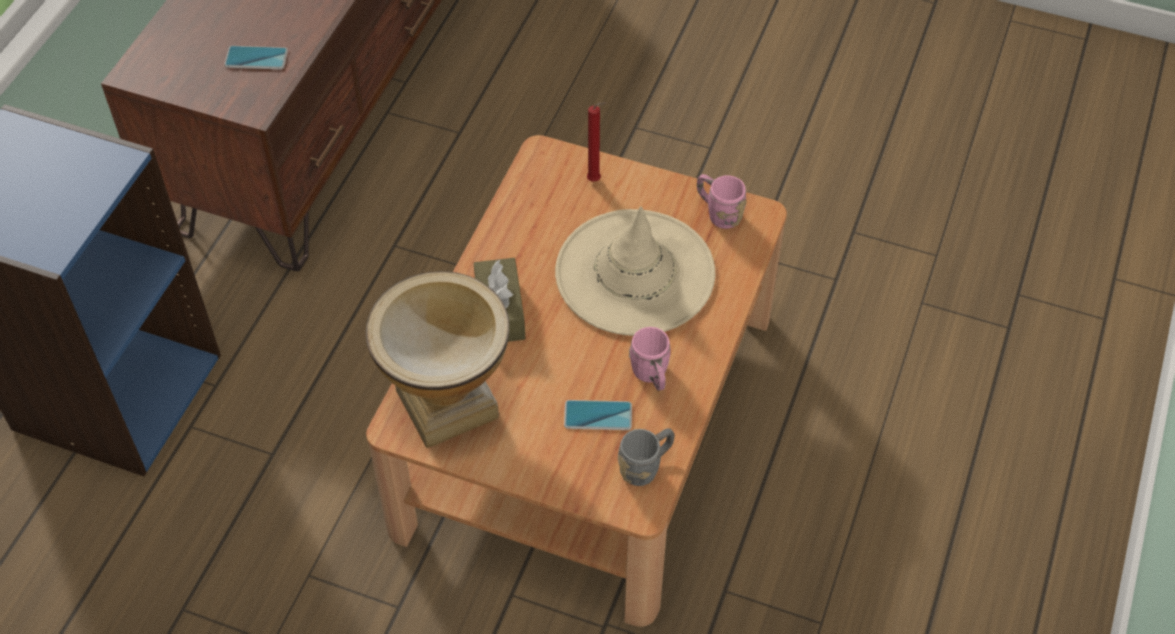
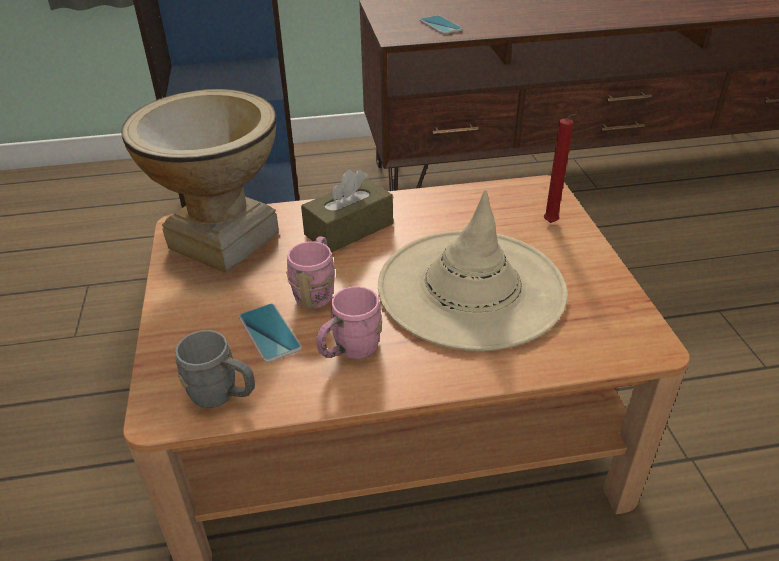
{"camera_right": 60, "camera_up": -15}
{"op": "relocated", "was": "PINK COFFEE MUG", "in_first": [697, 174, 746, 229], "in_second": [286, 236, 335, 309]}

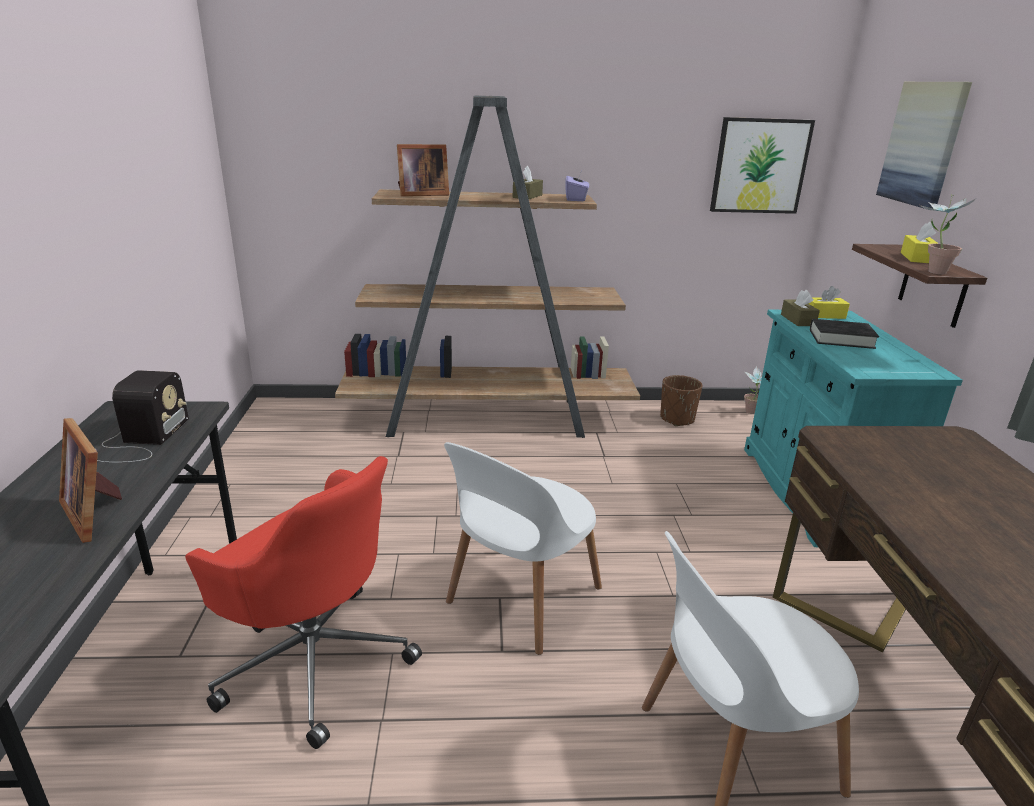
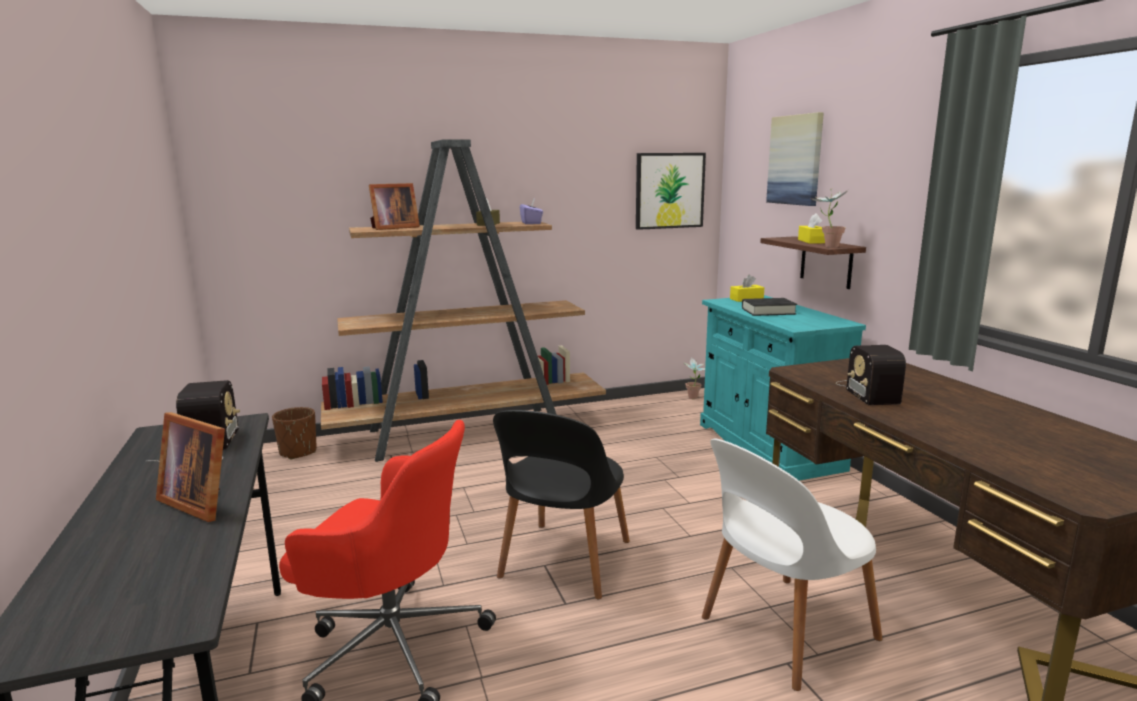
{"camera_right": -15, "camera_up": -10}
{"op": "missing", "was": "BROWN-COLOURED TISSUE HOLDER", "in_first": [781, 290, 820, 326]}
{"op": "relocated", "was": "BROWN-COLOURED PLANT POT", "in_first": [660, 375, 703, 426], "in_second": [272, 407, 317, 459]}
{"op": "colour", "was": "WHITISH CHAIR", "now": "BLACK CHAIR", "in_first": [444, 442, 602, 655], "in_second": [493, 410, 630, 599]}
{"op": "appeared", "now": "RADIO SET", "in_second": [836, 345, 906, 405]}

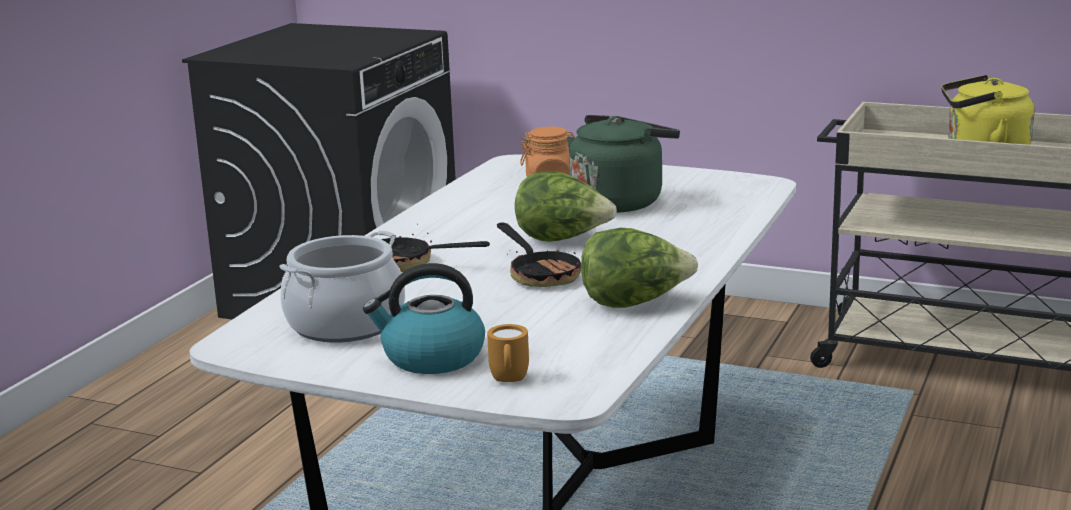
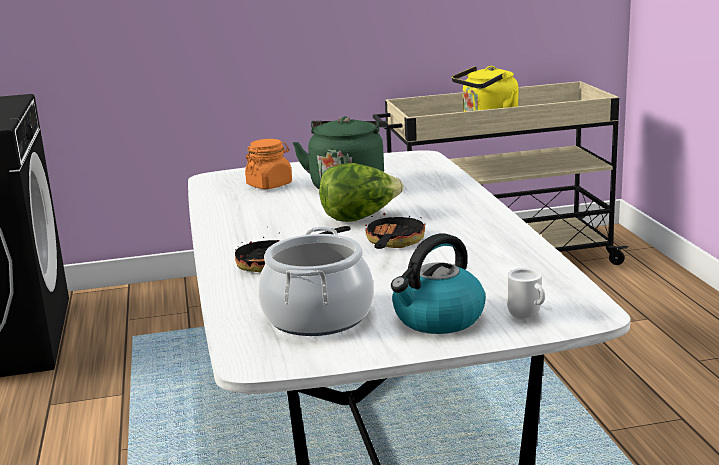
{"camera_right": -35, "camera_up": 0}
{"op": "spun", "was": "PAN", "in_first": [497, 223, 581, 287], "in_second": [365, 213, 425, 249], "clockwise": -105}
{"op": "missing", "was": "HEAD OF LETTUCE", "in_first": [581, 228, 698, 308]}
{"op": "colour", "was": "ORANGE COFFEE MUG", "now": "WHITISH COFFEE MUG", "in_first": [487, 324, 529, 382], "in_second": [506, 268, 545, 319]}

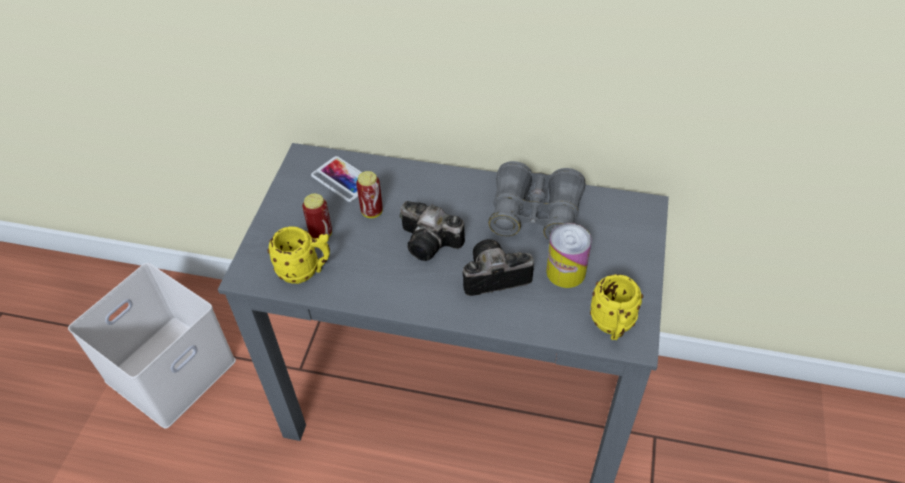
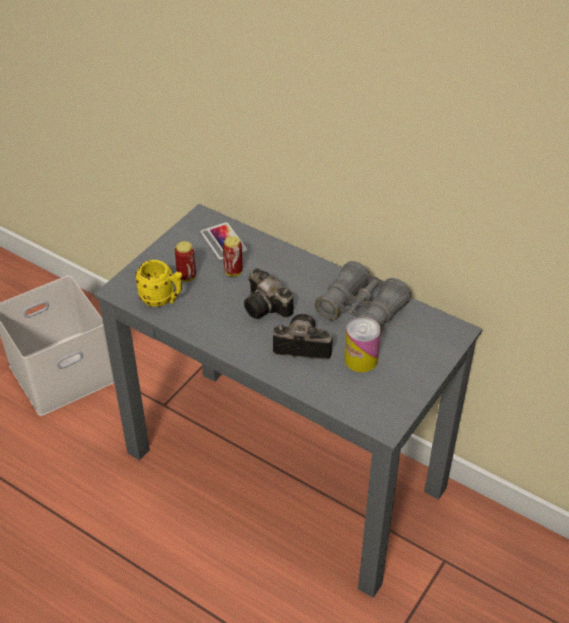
{"camera_right": 20, "camera_up": -5}
{"op": "missing", "was": "YELLOWISH COFFEE MUG", "in_first": [590, 274, 643, 340]}

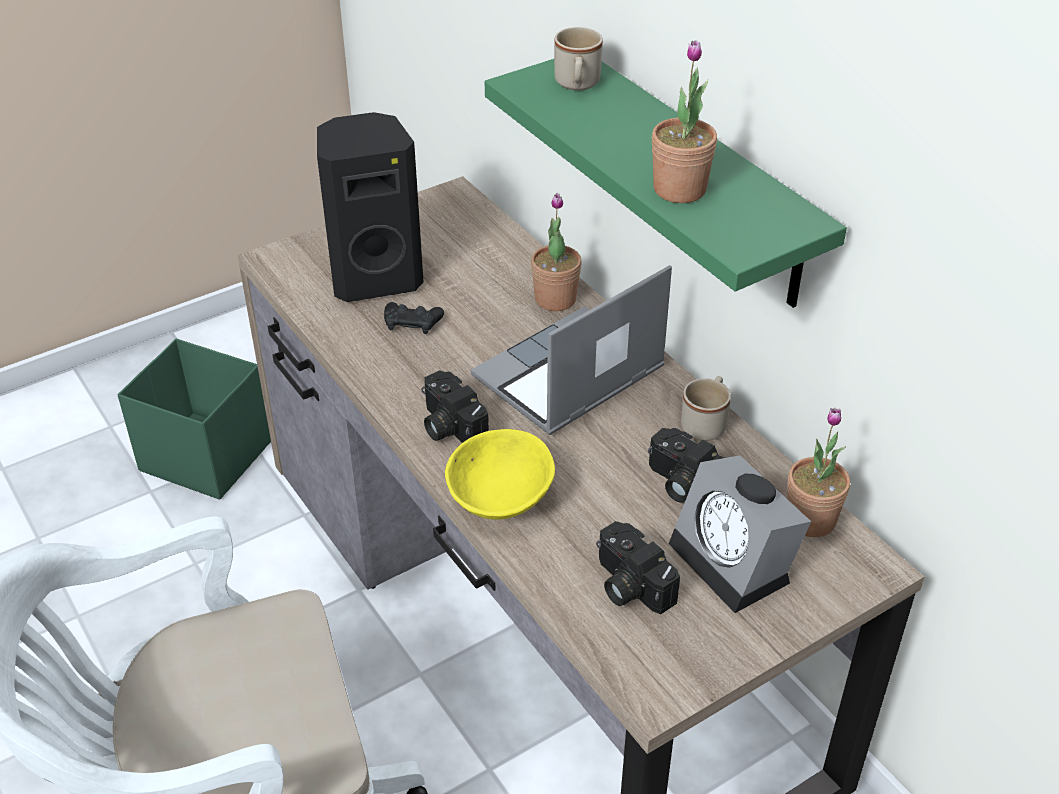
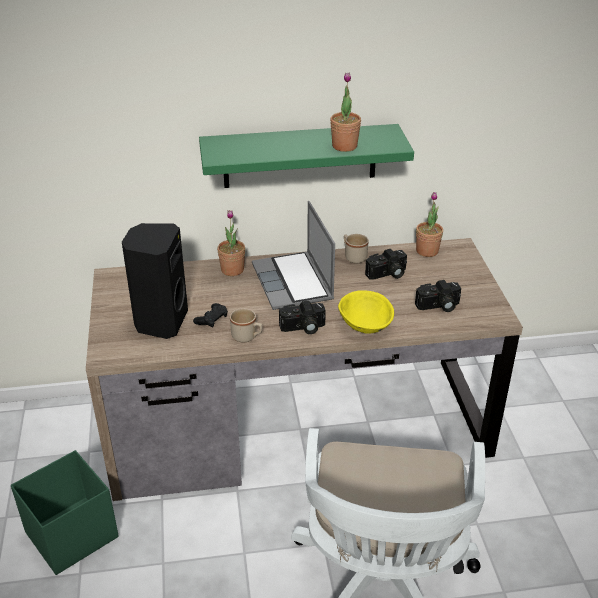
{"camera_right": -65, "camera_up": -5}
{"op": "relocated", "was": "BEIGE COFFEE MUG", "in_first": [554, 27, 603, 91], "in_second": [230, 308, 262, 342]}
{"op": "missing", "was": "ALARM CLOCK", "in_first": [669, 455, 811, 613]}

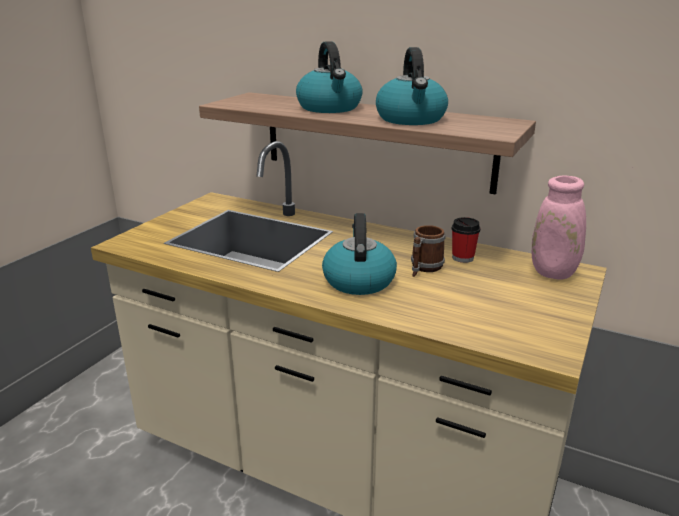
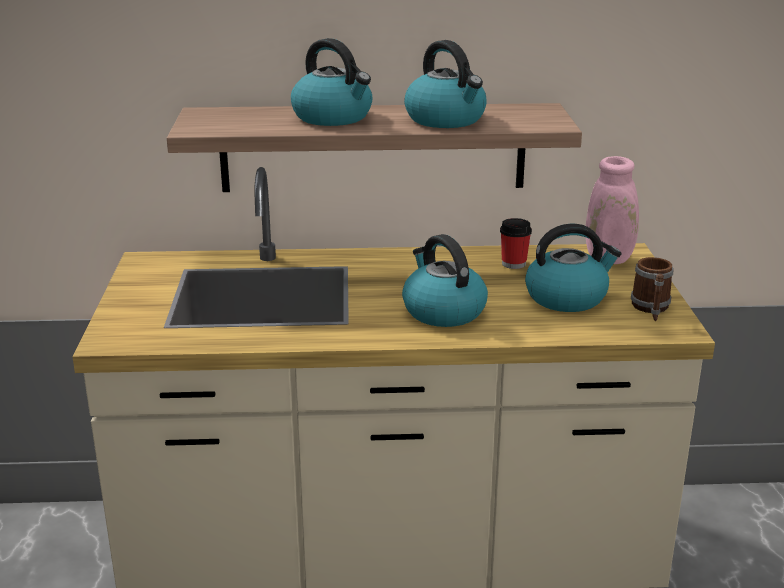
{"camera_right": -30, "camera_up": 0}
{"op": "relocated", "was": "COFFEE MUG", "in_first": [411, 225, 445, 277], "in_second": [631, 257, 673, 321]}
{"op": "appeared", "now": "WATER KETTLE", "in_second": [525, 224, 622, 312]}

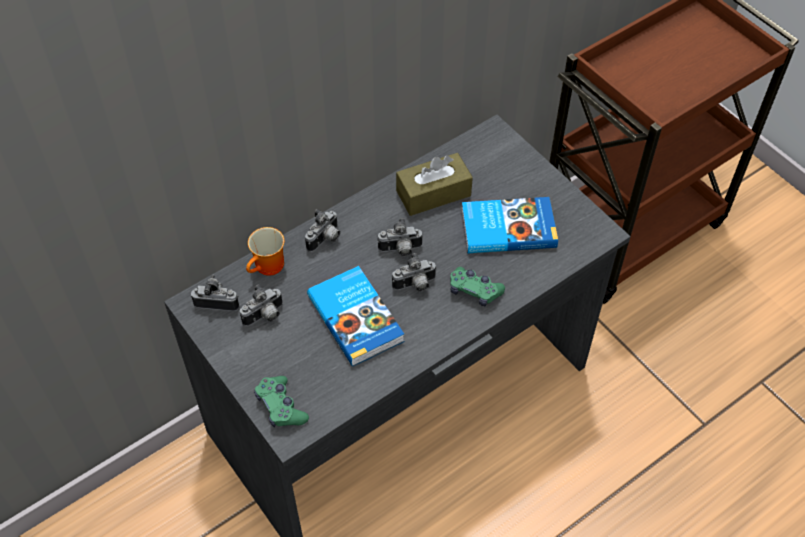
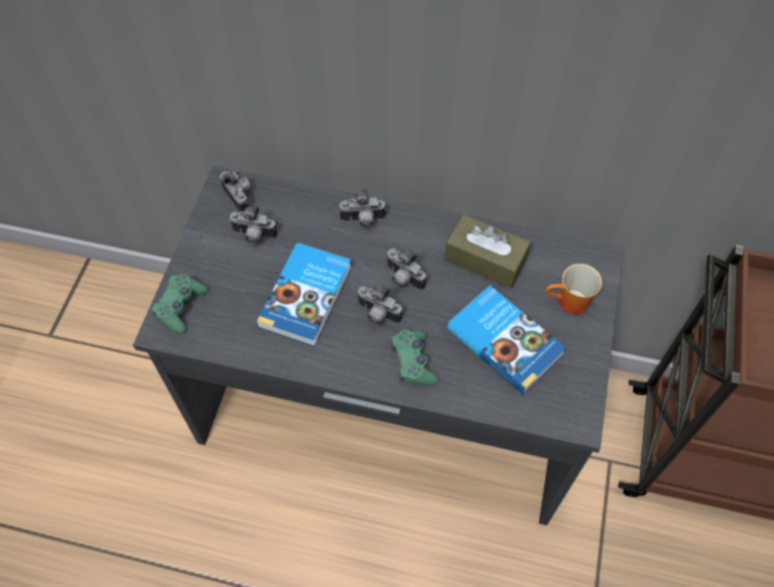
{"camera_right": 50, "camera_up": 5}
{"op": "relocated", "was": "COFFEE MUG", "in_first": [246, 227, 284, 276], "in_second": [546, 263, 602, 314]}

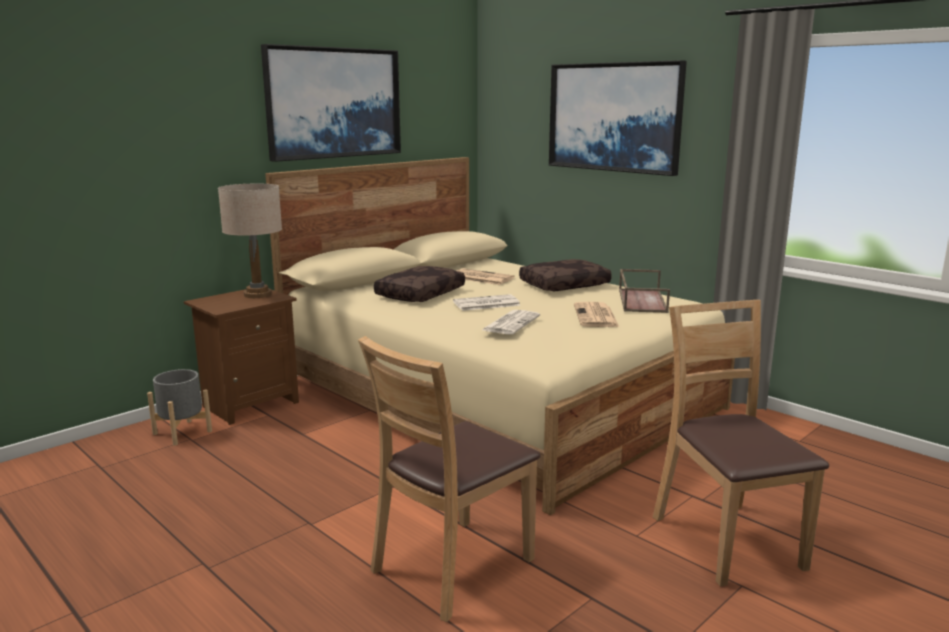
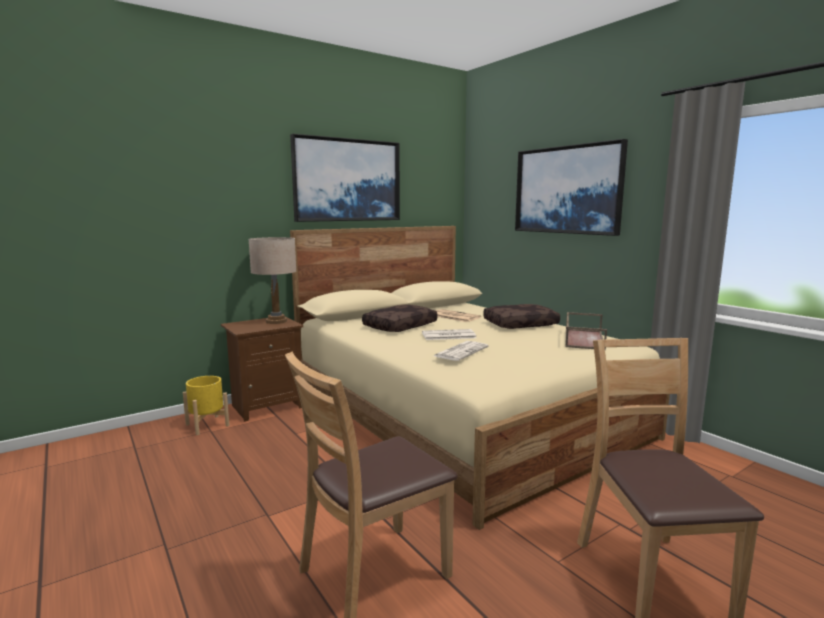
{"camera_right": 10, "camera_up": -5}
{"op": "missing", "was": "PRINTED PAPER", "in_first": [574, 302, 619, 327]}
{"op": "colour", "was": "GREYISH PLANT POT", "now": "YELLOWISH PLANT POT", "in_first": [147, 369, 212, 446], "in_second": [183, 376, 229, 435]}

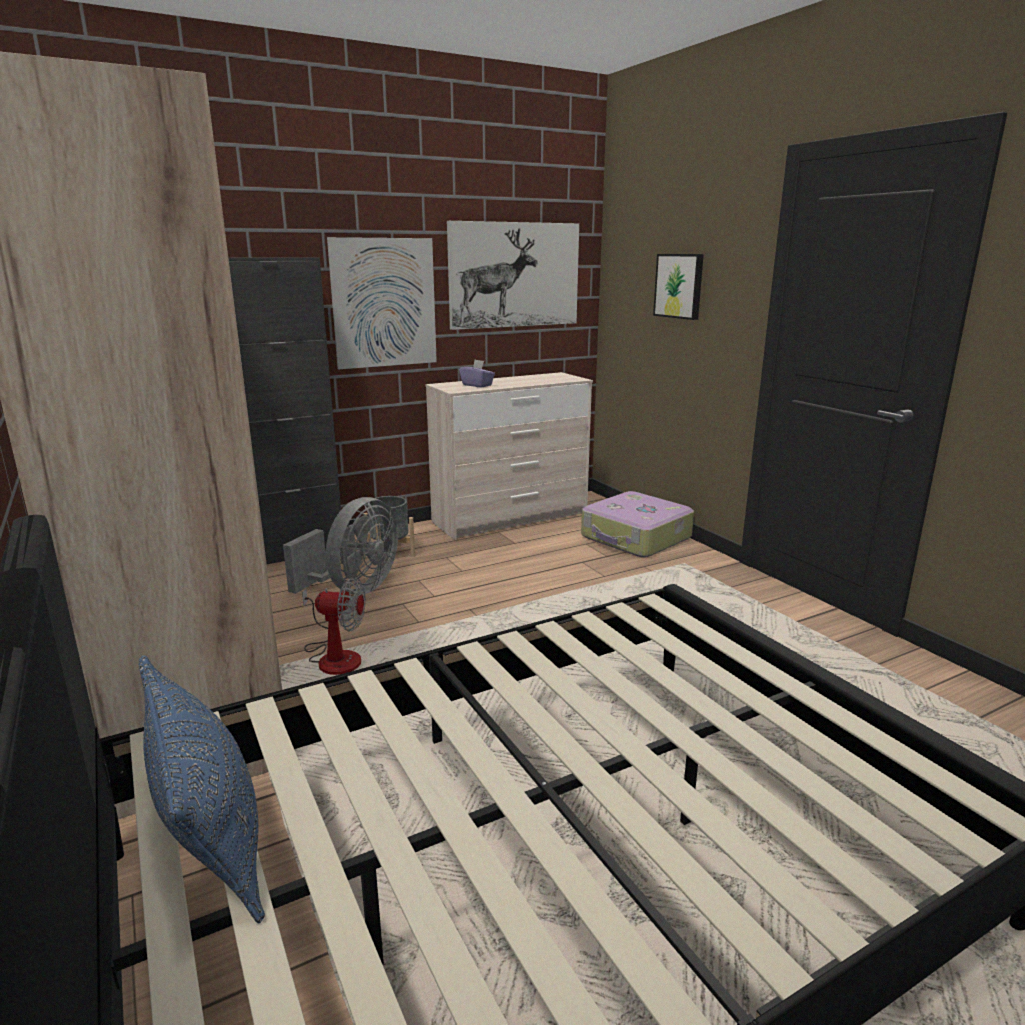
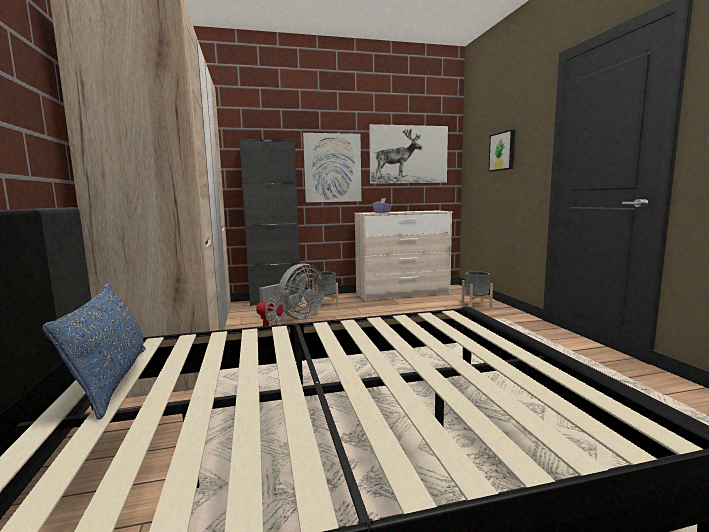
{"camera_right": 15, "camera_up": -10}
{"op": "exchanged", "was": "TRAVEL CASE", "now": "GREYISH PLANT POT", "in_first": [581, 491, 694, 557], "in_second": [462, 271, 493, 308]}

